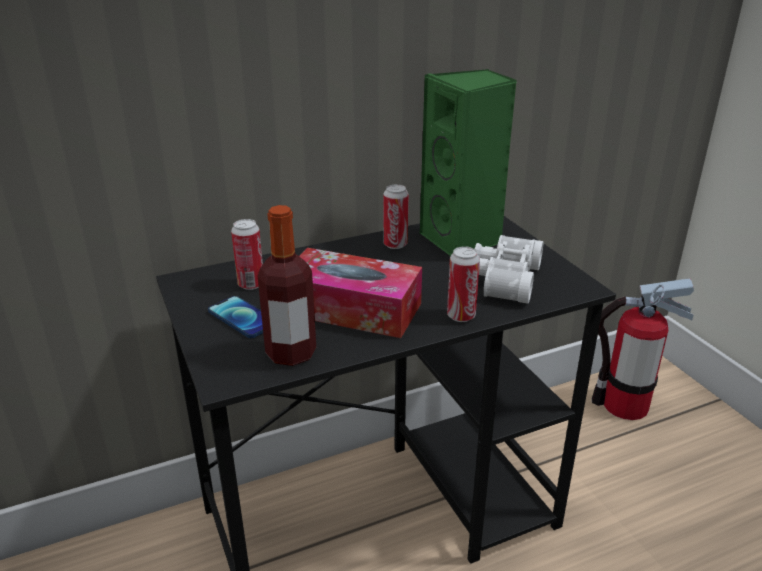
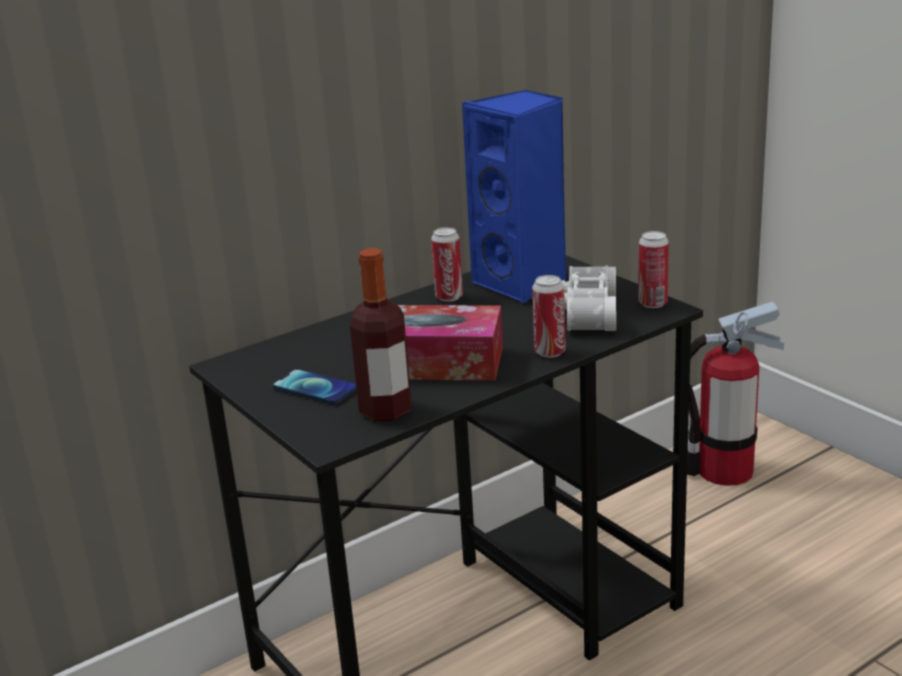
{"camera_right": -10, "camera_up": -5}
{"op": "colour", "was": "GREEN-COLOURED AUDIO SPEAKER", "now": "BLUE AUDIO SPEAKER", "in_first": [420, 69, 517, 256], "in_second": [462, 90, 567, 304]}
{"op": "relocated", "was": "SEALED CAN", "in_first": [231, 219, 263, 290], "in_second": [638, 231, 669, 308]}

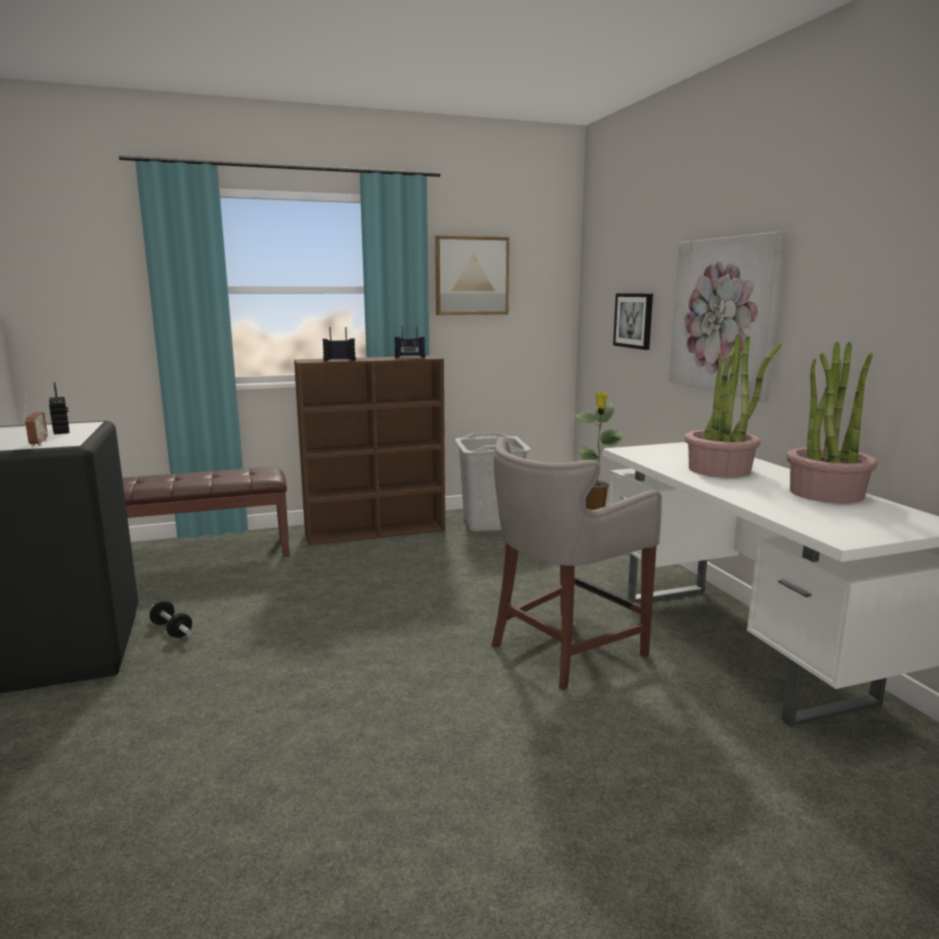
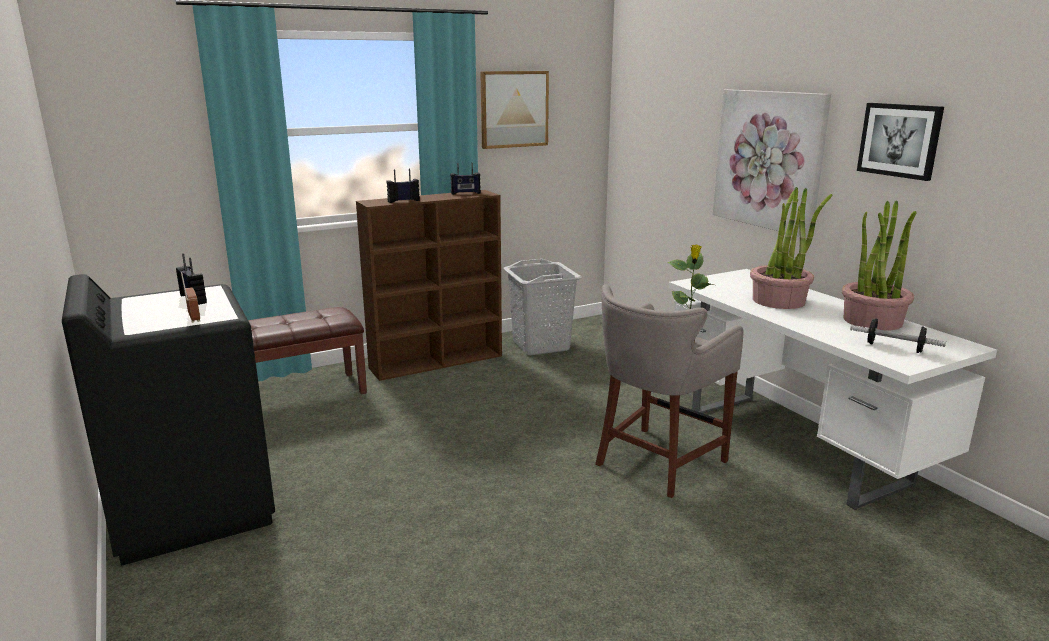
{"camera_right": -10, "camera_up": 5}
{"op": "relocated", "was": "PICTURE", "in_first": [613, 293, 653, 350], "in_second": [857, 103, 944, 181]}
{"op": "relocated", "was": "FREE WEIGHT", "in_first": [149, 601, 192, 638], "in_second": [850, 318, 946, 353]}

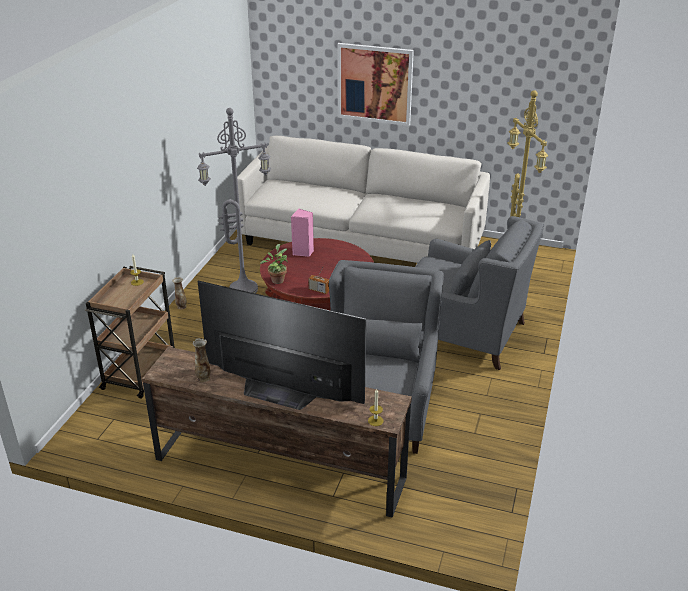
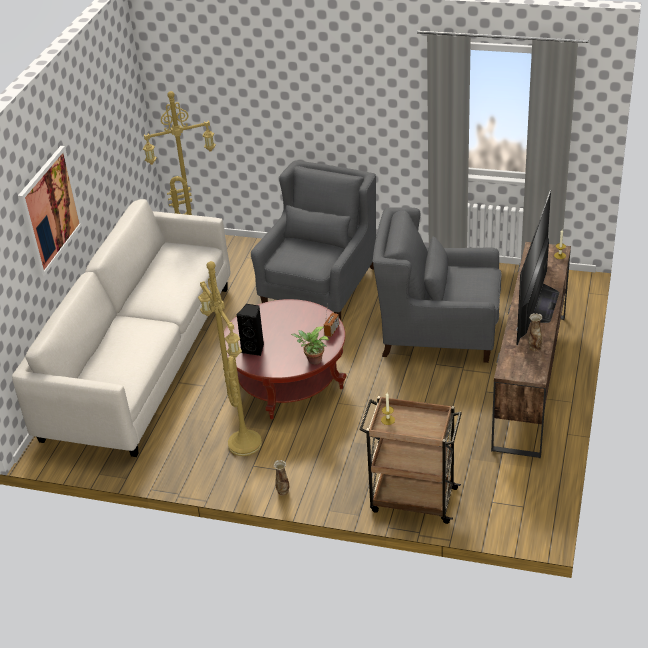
{"camera_right": -90, "camera_up": 5}
{"op": "colour", "was": "GREYISH STANDARD LAMP", "now": "YELLOWISH STANDARD LAMP", "in_first": [197, 108, 271, 294], "in_second": [198, 261, 262, 456]}
{"op": "colour", "was": "PINK AUDIO SPEAKER", "now": "BLACK AUDIO SPEAKER", "in_first": [291, 208, 314, 257], "in_second": [237, 304, 264, 356]}

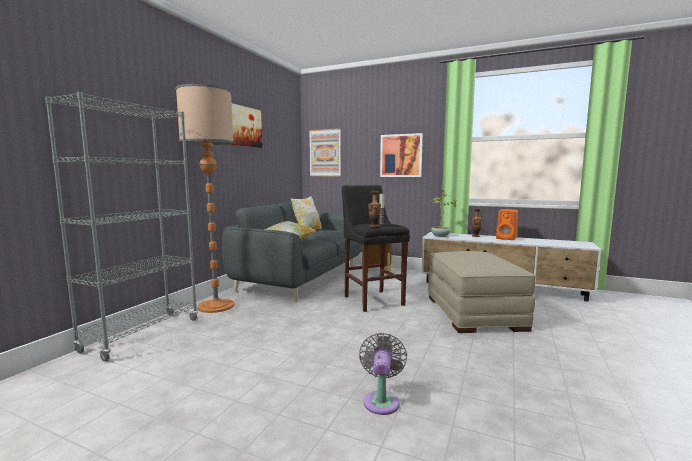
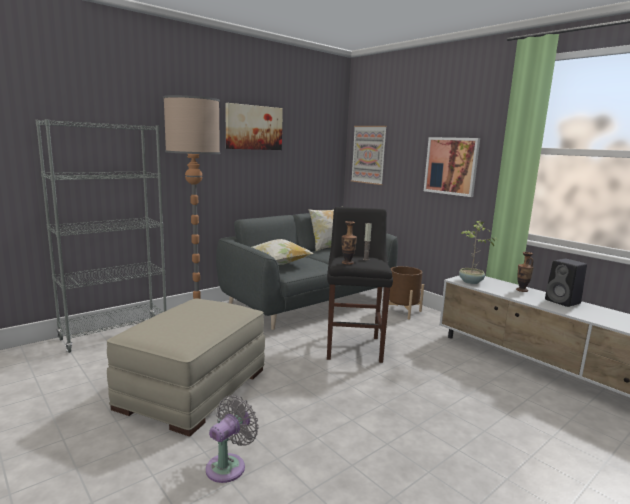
{"camera_right": 25, "camera_up": 5}
{"op": "colour", "was": "ORANGE AUDIO SPEAKER", "now": "BLACK AUDIO SPEAKER", "in_first": [496, 209, 518, 240], "in_second": [545, 259, 587, 307]}
{"op": "relocated", "was": "BEIGE POUFFE", "in_first": [428, 251, 535, 333], "in_second": [107, 299, 265, 437]}

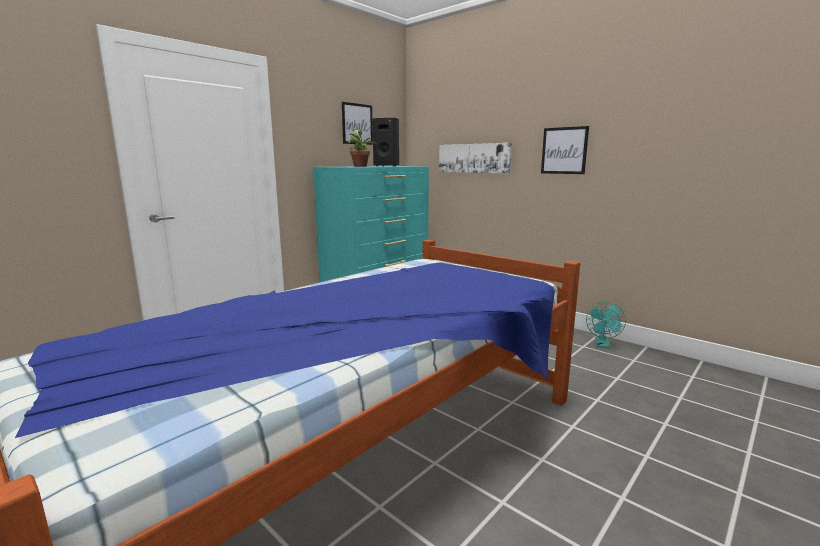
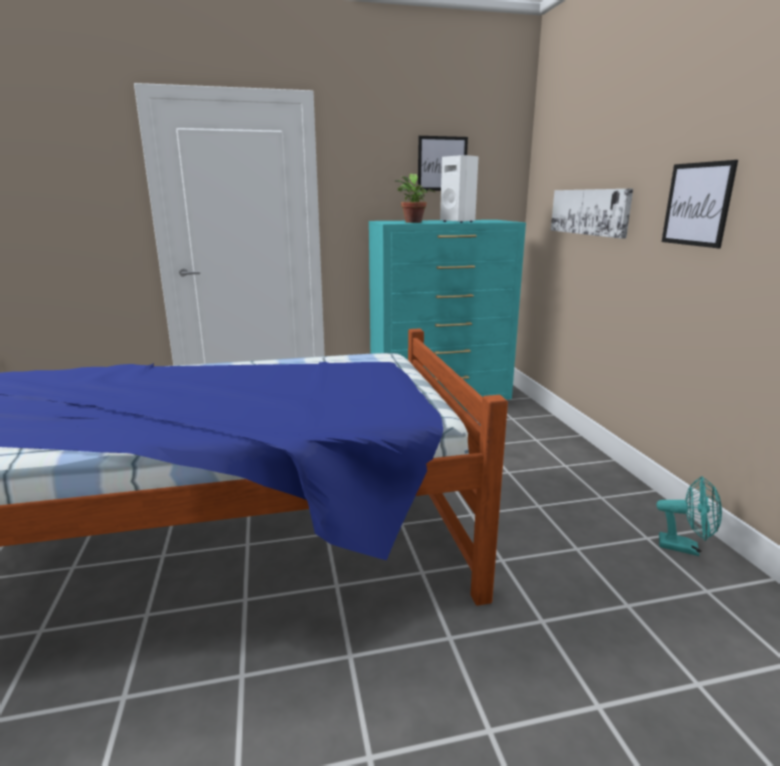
{"camera_right": 35, "camera_up": 5}
{"op": "colour", "was": "BLACK AUDIO SPEAKER", "now": "WHITISH AUDIO SPEAKER", "in_first": [373, 118, 399, 167], "in_second": [440, 155, 479, 223]}
{"op": "spun", "was": "TURQUOISE ELECTRIC FAN", "in_first": [586, 302, 626, 348], "in_second": [656, 476, 722, 556], "clockwise": -120}

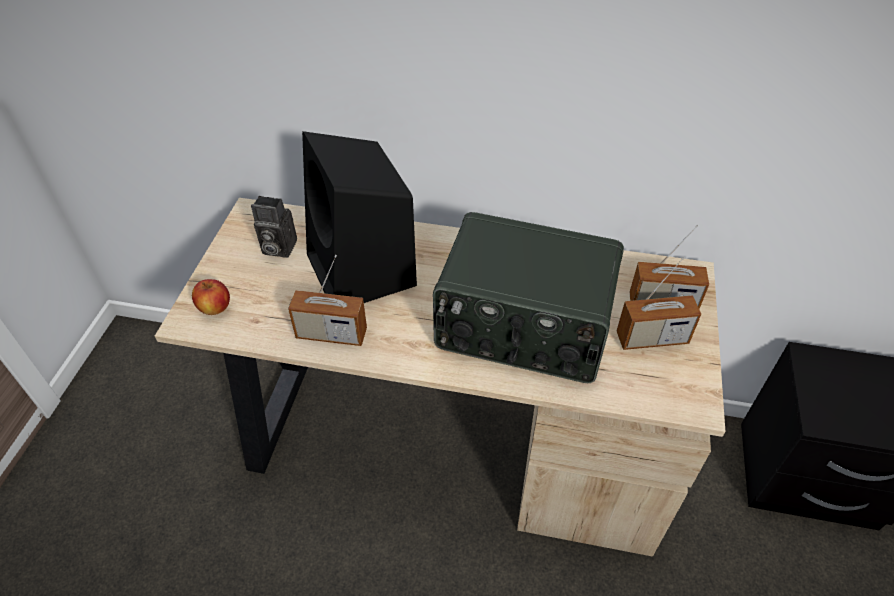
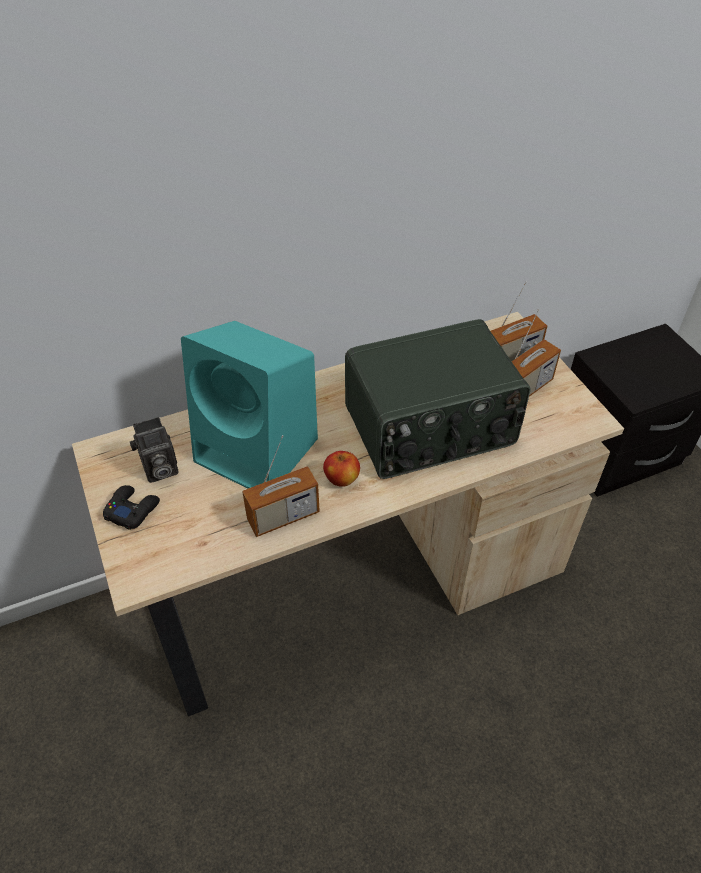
{"camera_right": -35, "camera_up": 0}
{"op": "colour", "was": "BLACK AUDIO SPEAKER", "now": "TURQUOISE AUDIO SPEAKER", "in_first": [302, 131, 417, 303], "in_second": [181, 321, 318, 489]}
{"op": "relocated", "was": "APPLE", "in_first": [192, 279, 230, 315], "in_second": [323, 451, 360, 487]}
{"op": "appeared", "now": "BLACK GAME CONTROLLER", "in_second": [103, 485, 160, 530]}

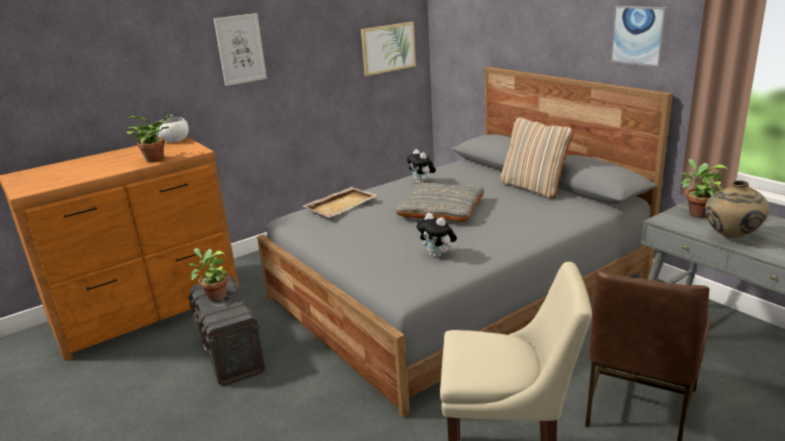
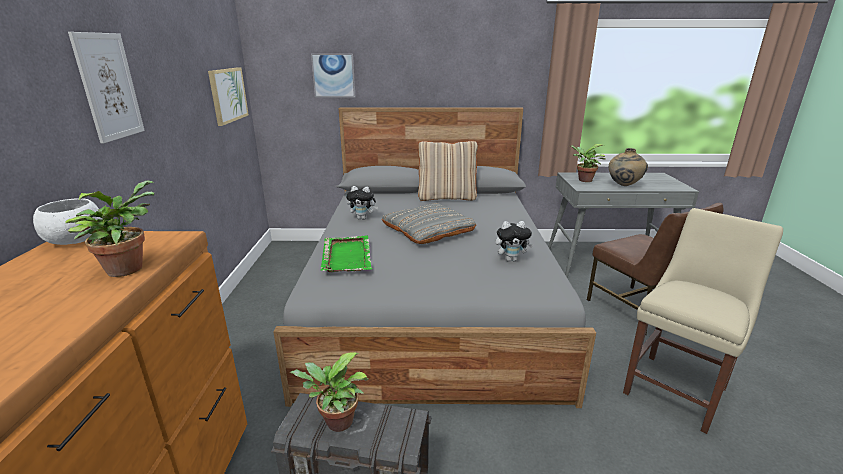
{"camera_right": -55, "camera_up": 0}
{"op": "relocated", "was": "PICTURE", "in_first": [611, 6, 668, 67], "in_second": [311, 54, 355, 97]}
{"op": "colour", "was": "BEIGE SERVING TRAY", "now": "GREEN-COLOURED SERVING TRAY", "in_first": [303, 187, 377, 218], "in_second": [321, 236, 372, 272]}

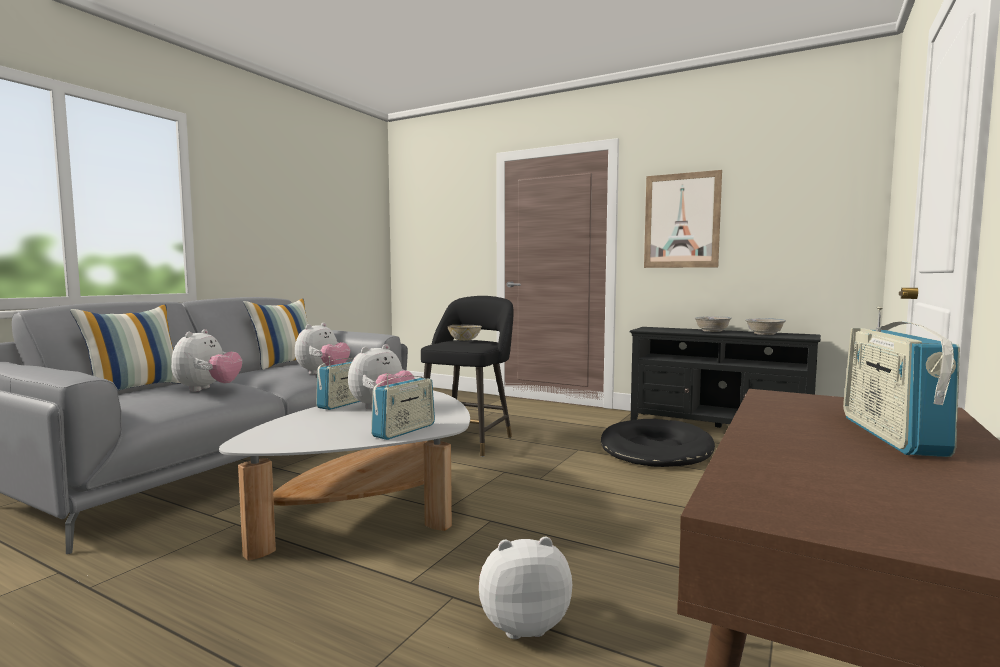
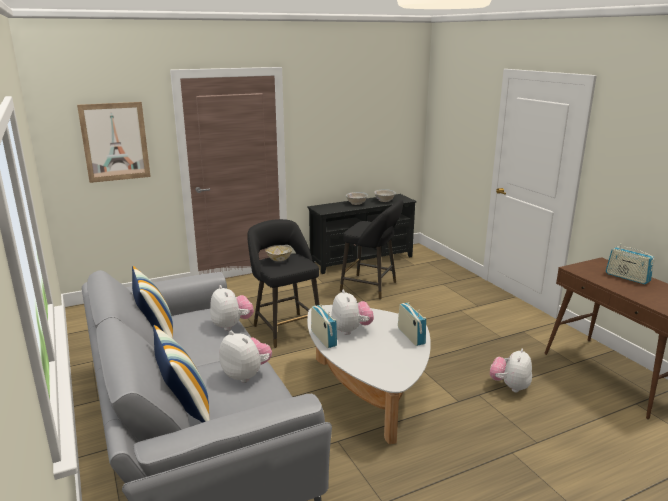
{"camera_right": -55, "camera_up": 15}
{"op": "relocated", "was": "PICTURE", "in_first": [644, 170, 722, 268], "in_second": [77, 102, 151, 183]}
{"op": "exchanged", "was": "BLACK PET BED", "now": "BLACK STOOL SEAT", "in_first": [601, 419, 715, 467], "in_second": [340, 200, 403, 300]}

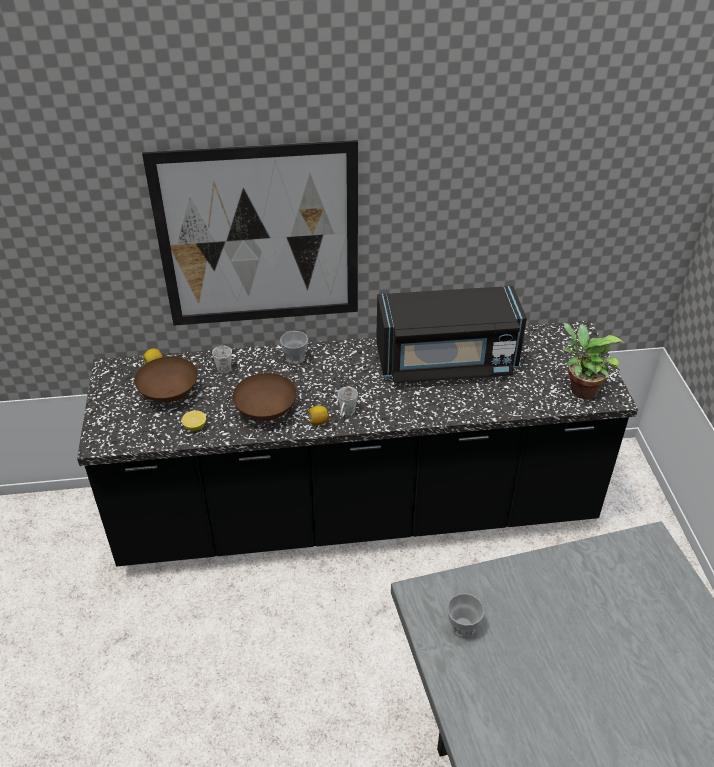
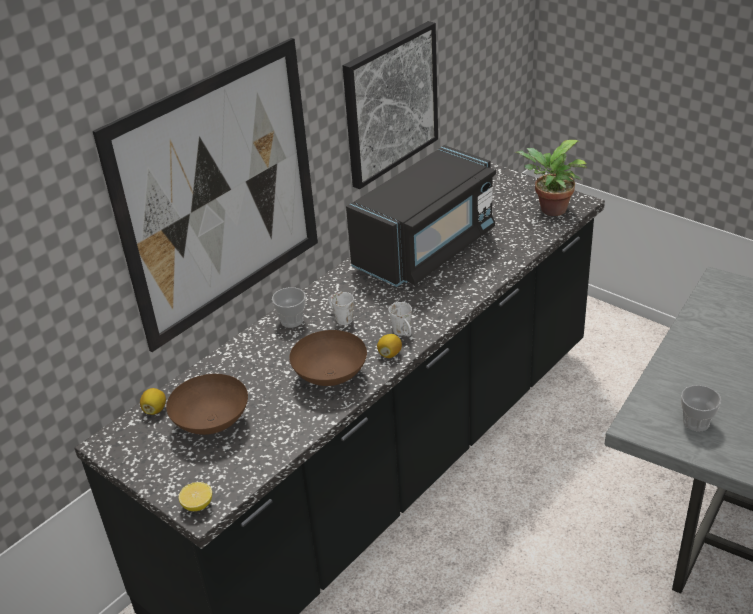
{"camera_right": -40, "camera_up": -5}
{"op": "relocated", "was": "WHITISH COFFEE MUG", "in_first": [212, 345, 232, 373], "in_second": [328, 292, 354, 325]}
{"op": "relocated", "was": "CITRUS FRUIT", "in_first": [181, 410, 206, 431], "in_second": [179, 482, 212, 511]}
{"op": "appeared", "now": "PICTURE", "in_second": [343, 21, 438, 189]}

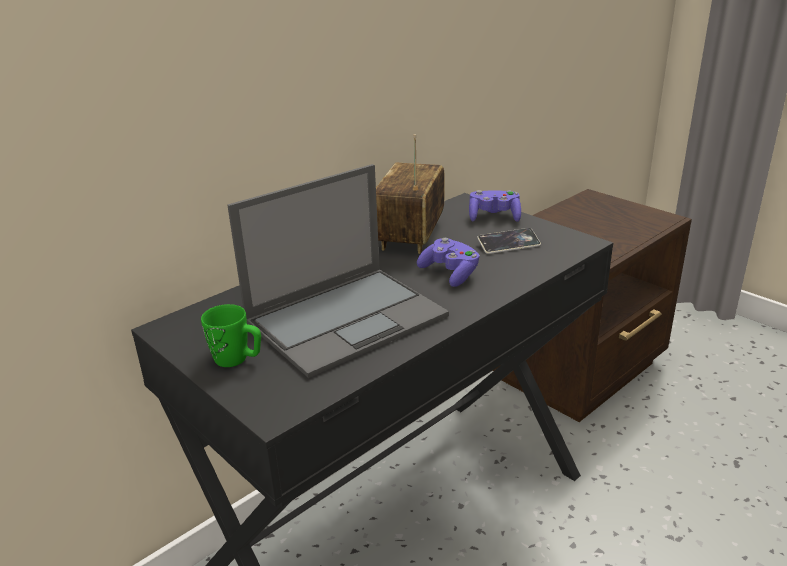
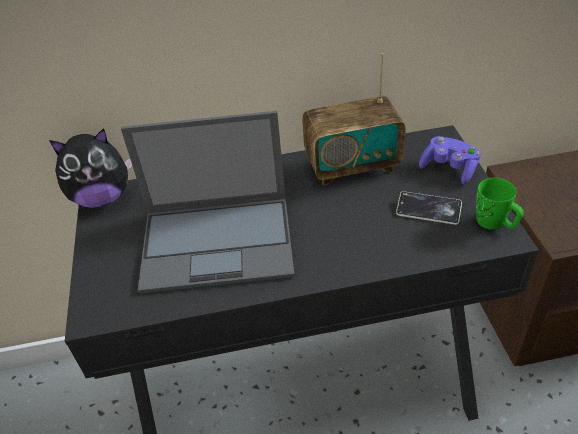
{"camera_right": 35, "camera_up": 15}
{"op": "spun", "was": "RADIO SET", "in_first": [376, 134, 444, 254], "in_second": [302, 53, 406, 186], "clockwise": -150}
{"op": "missing", "was": "PURPLISH GAME CONTROLLER", "in_first": [417, 238, 480, 287]}
{"op": "relocated", "was": "GREEN-COLOURED COFFEE MUG", "in_first": [201, 304, 261, 367], "in_second": [476, 178, 524, 230]}
{"op": "appeared", "now": "SOFT TOY", "in_second": [49, 128, 132, 208]}

